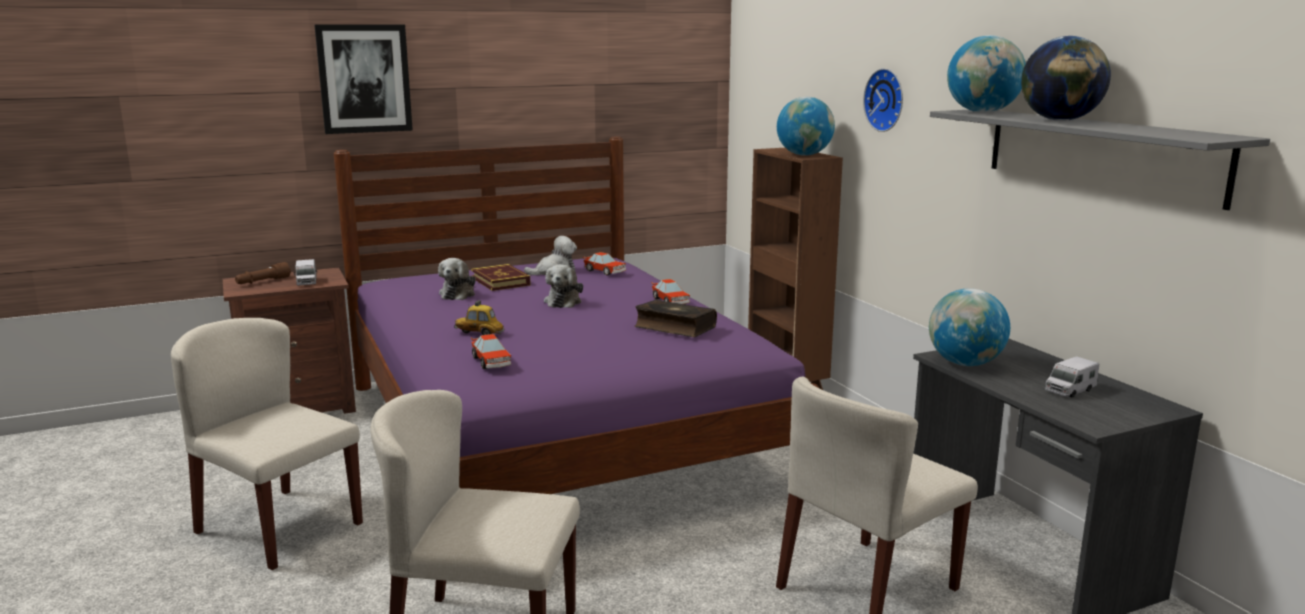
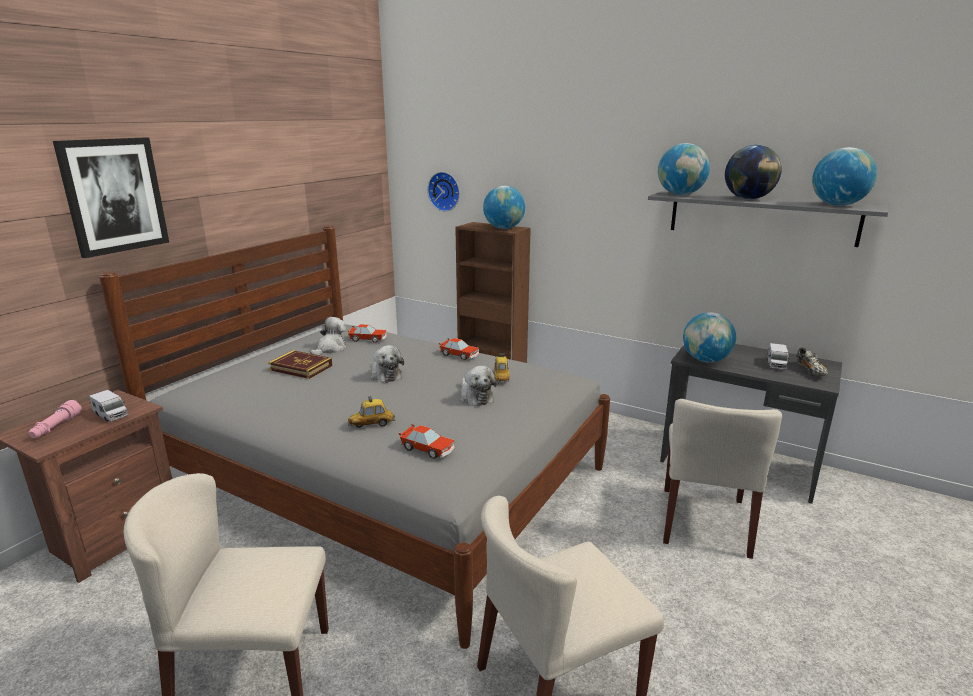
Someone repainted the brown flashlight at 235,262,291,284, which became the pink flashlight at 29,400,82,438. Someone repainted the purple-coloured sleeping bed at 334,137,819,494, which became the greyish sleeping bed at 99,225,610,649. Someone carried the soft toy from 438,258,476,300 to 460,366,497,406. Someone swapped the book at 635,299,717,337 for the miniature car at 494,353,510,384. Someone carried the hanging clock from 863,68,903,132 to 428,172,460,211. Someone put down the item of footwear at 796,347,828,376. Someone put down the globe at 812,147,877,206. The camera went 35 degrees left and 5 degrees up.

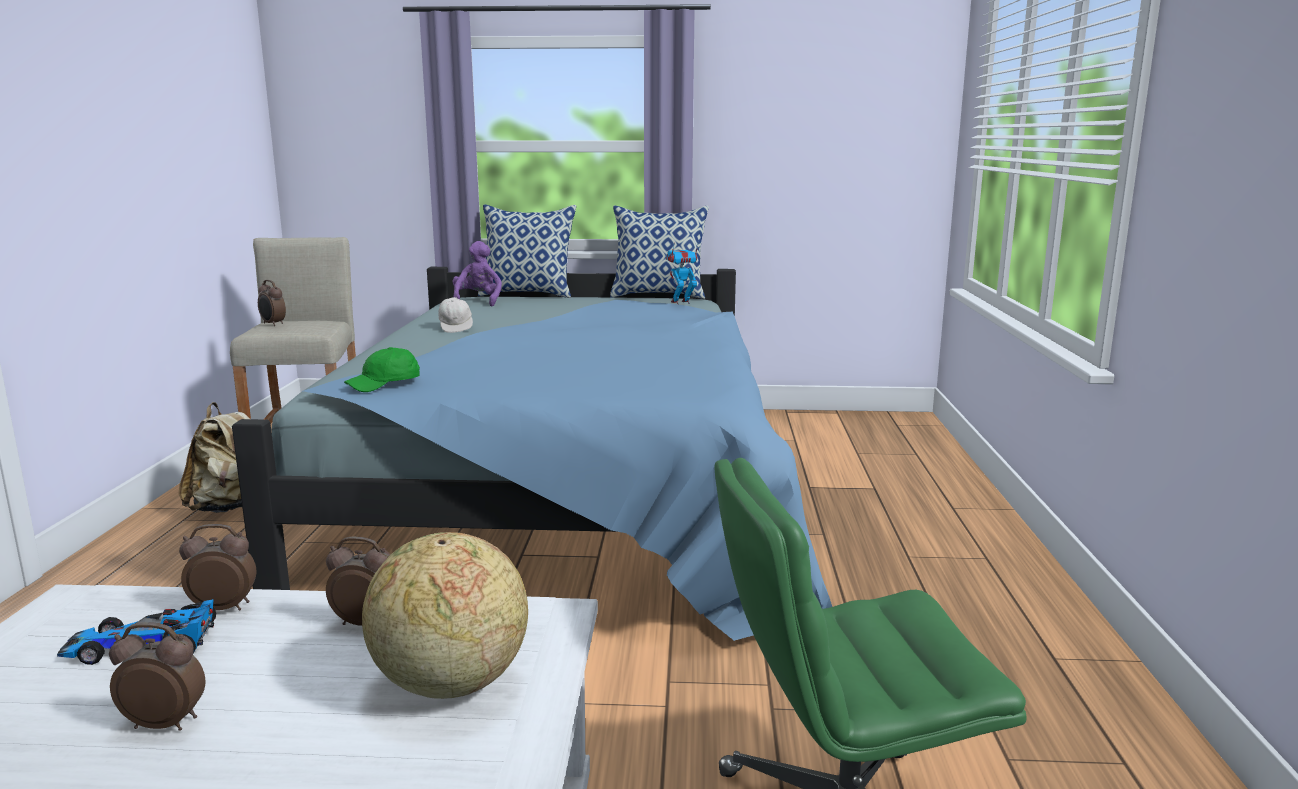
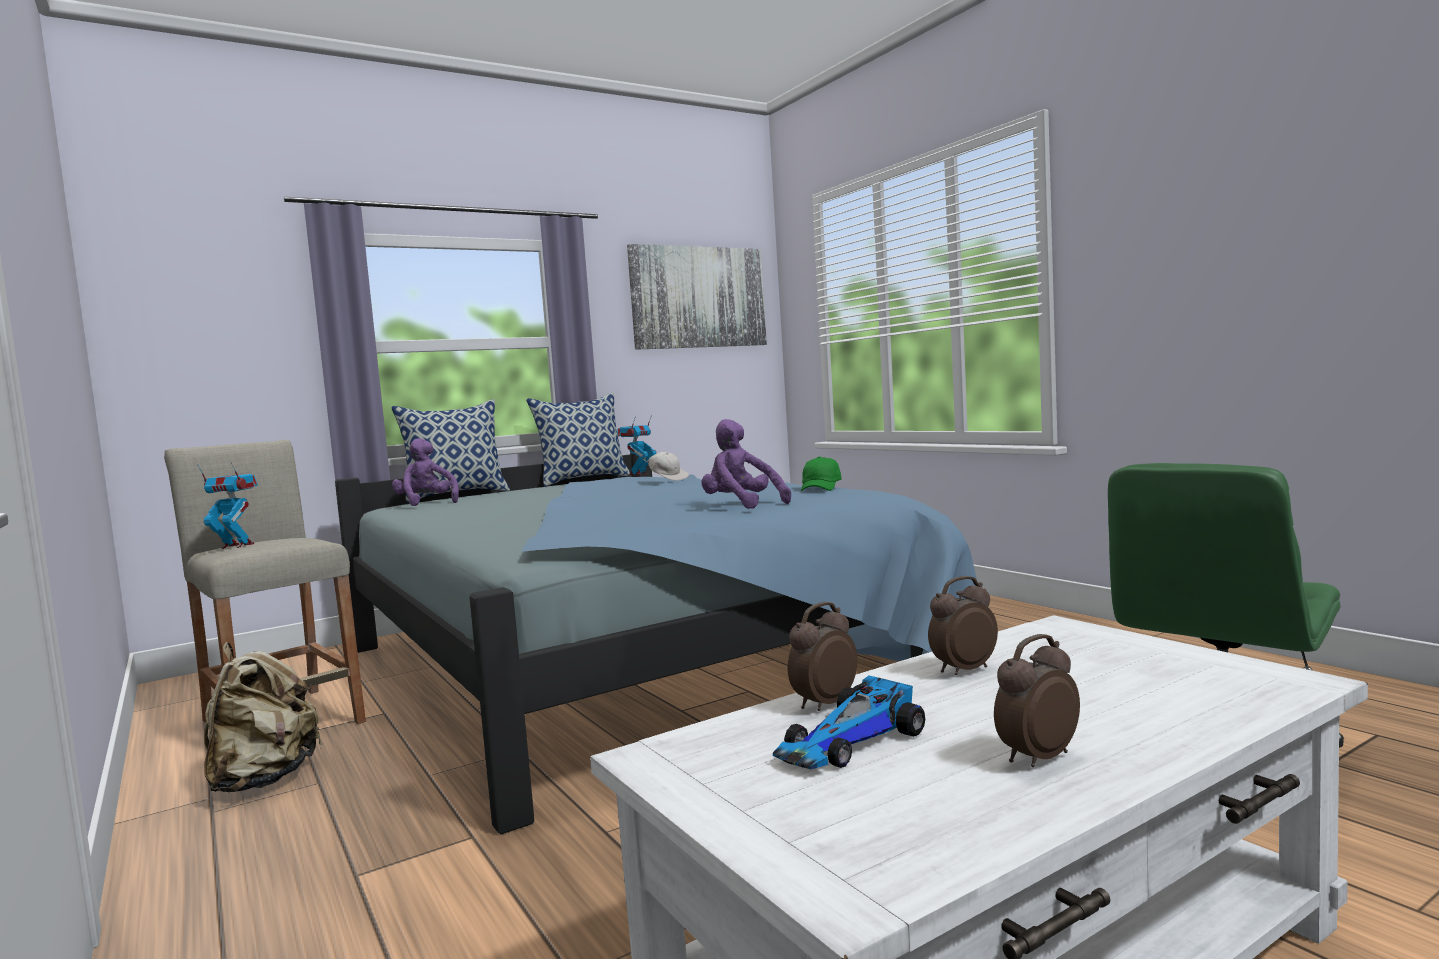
Someone swapped the table clock at 258,280,286,326 for the model robot at 197,462,258,549. Someone carried the greenish baseball cap from 344,347,420,392 to 801,457,841,491. Someone took away the globe at 362,532,528,699. Someone carried the white-coloured baseball cap from 438,297,473,333 to 644,452,689,481. Someone put up the wall picture at 627,244,767,350. Someone put down the purple-coloured soft toy at 701,419,791,509. The camera went 35 degrees left and 10 degrees down.

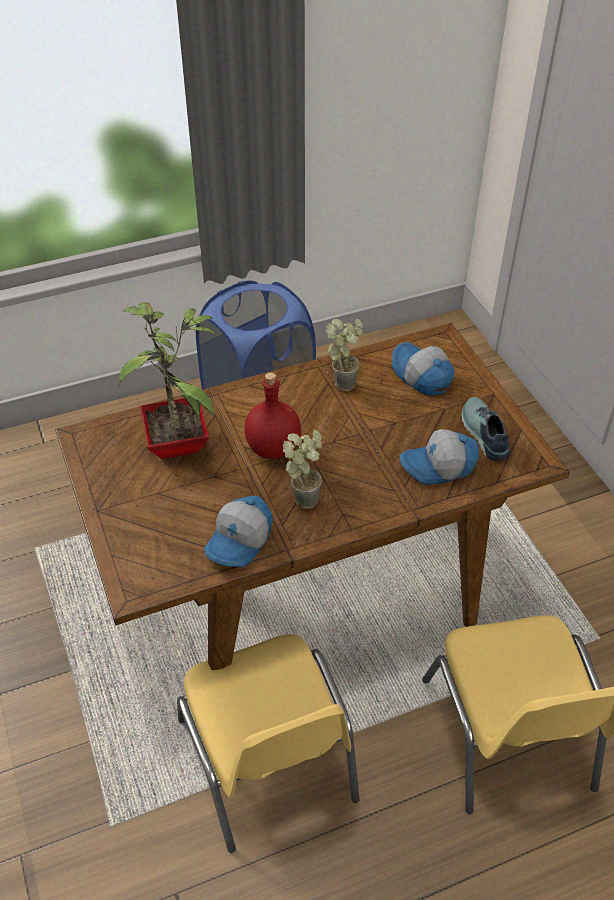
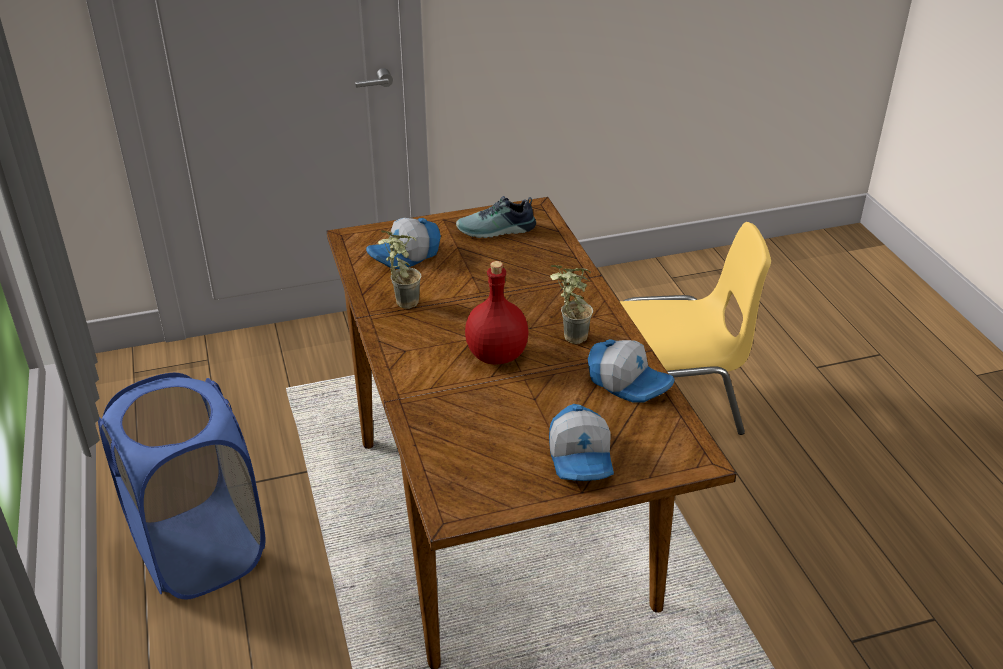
Someone took away the potted plant at 118,302,218,459. Someone took away the yellowish upright chair at 177,634,360,853. Someone carried the baseball cap from 399,429,479,485 to 549,404,614,481. The camera went 85 degrees left and 10 degrees down.

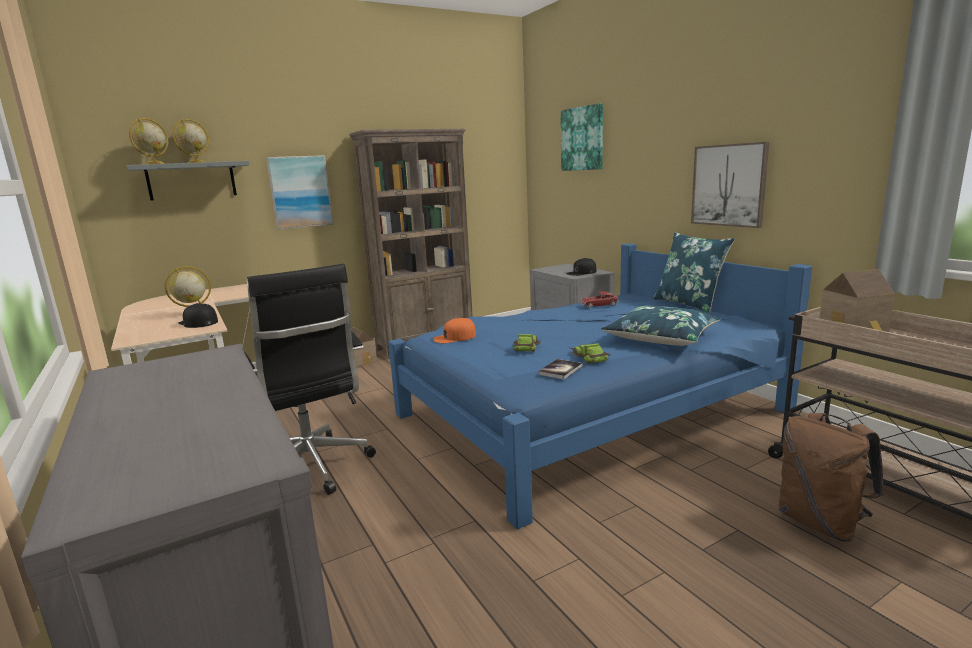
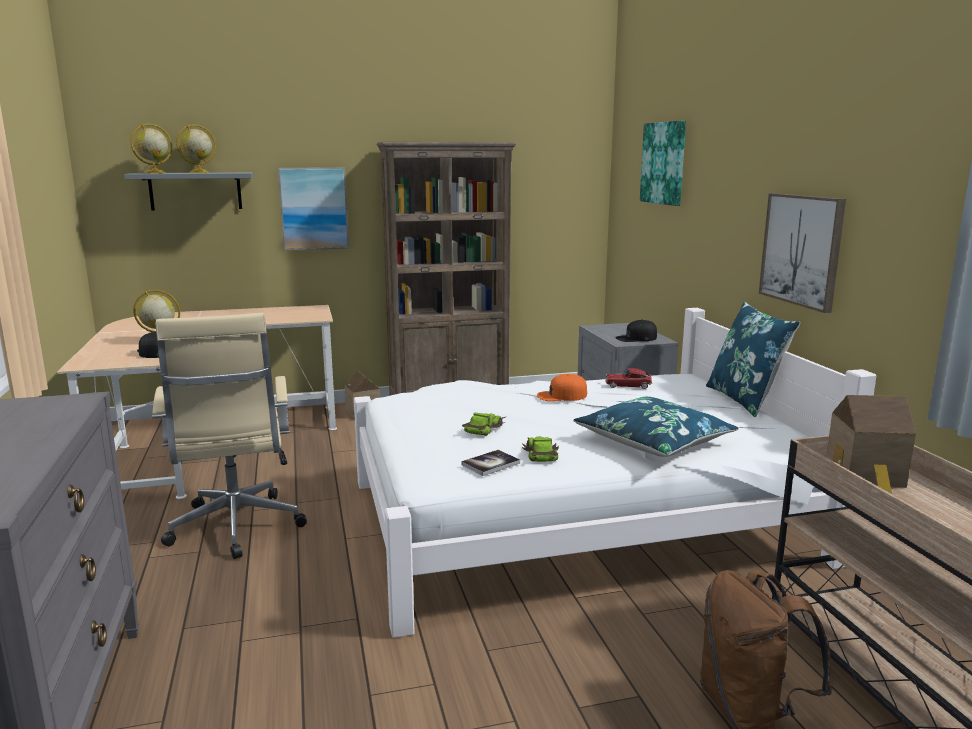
Someone repainted the black-coloured office chair at 244,264,376,495, which became the beige office chair at 152,313,307,559. Someone repainted the blue sleeping bed at 388,243,812,530, which became the white-coloured sleeping bed at 354,308,877,638. Someone carried the orange-coloured baseball cap from 433,318,476,343 to 537,374,587,401. The camera went 15 degrees right and 0 degrees up.

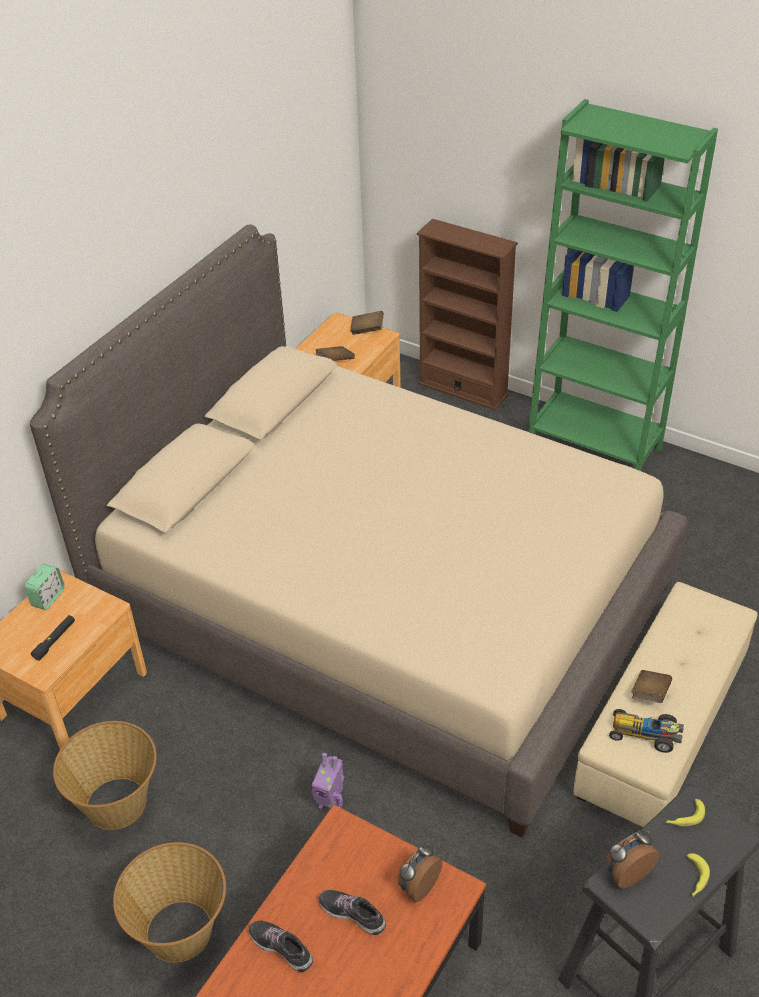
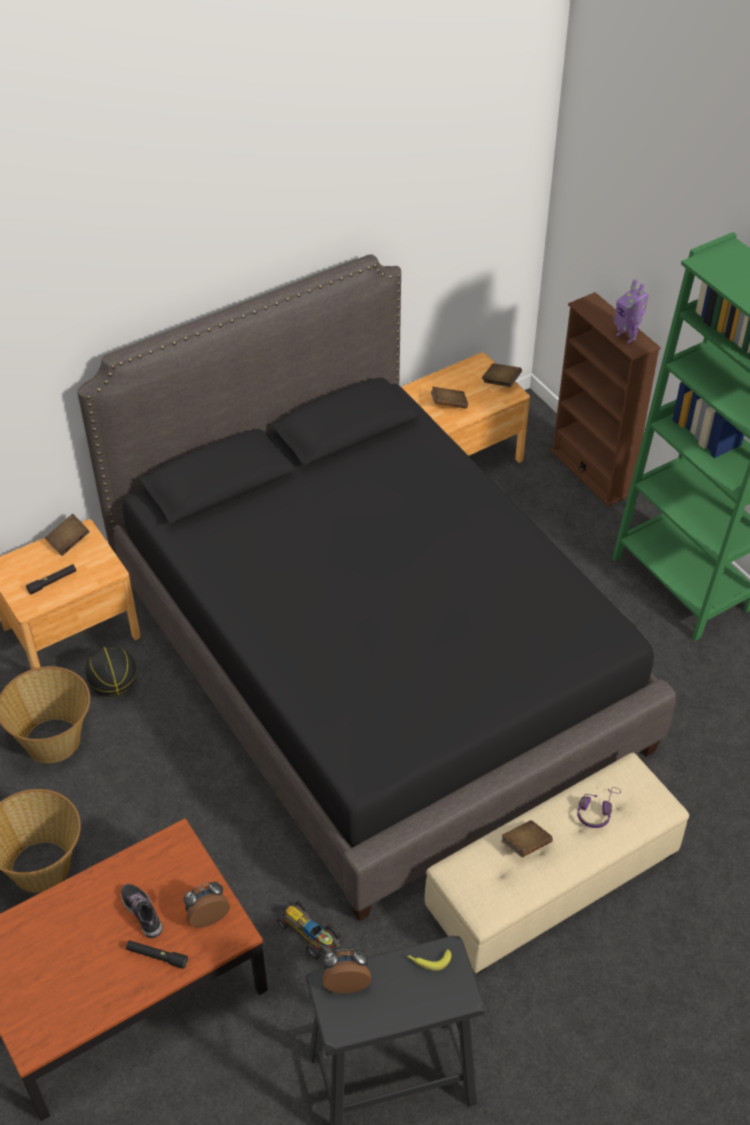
Someone swapped the table clock at 25,564,65,610 for the brown book at 45,514,90,556. Someone repainted the beige sleeping bed at 30,224,687,838, which became the black-coloured sleeping bed at 77,254,676,921. Someone took away the item of footwear at 249,921,313,972. Someone carried the model robot from 312,753,344,809 to 614,279,649,344. Someone carried the miniature car from 609,709,684,753 to 277,901,341,959. Someone took away the banana at 686,853,710,897. Someone put down the basketball ball at 85,646,137,697. Someone put down the black-coloured flashlight at 126,940,188,969. Someone put down the purple-coloured headphones at 577,787,621,828. The camera went 25 degrees right and 5 degrees up.

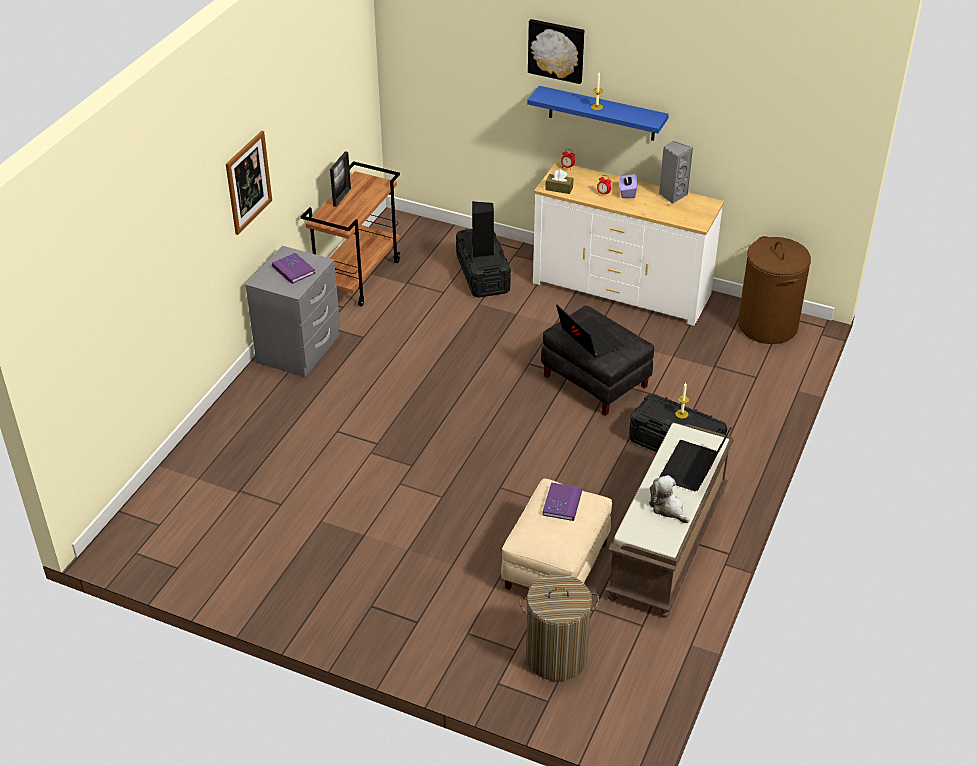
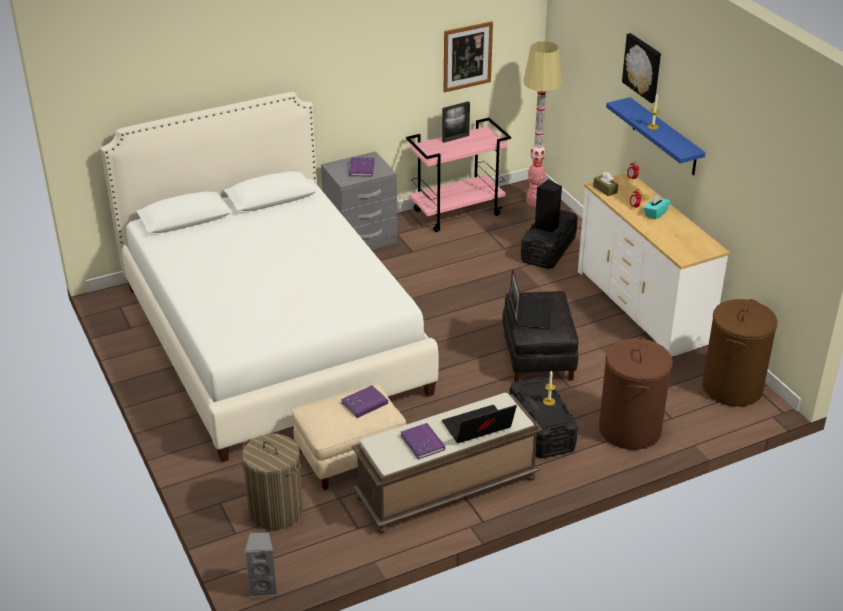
Someone carried the wall picture from 226,131,272,235 to 444,21,493,92. Someone repainted the brown cart at 301,161,401,307, which became the pink cart at 406,118,511,232. Someone repainted the purple-coloured box of tissues at 619,173,637,198, which became the turquoise box of tissues at 644,194,670,219. Someone swapped the soft toy at 649,475,689,523 for the purple-coloured book at 401,423,445,460. Someone carried the greyish speaker from 659,141,693,204 to 245,532,277,597. Someone put down the white-coloured sleeping bed at 101,92,439,462. Someone put down the floor lamp at 523,41,562,206. Someone put down the brown washing basket at 599,337,673,450. The camera went 40 degrees right and 5 degrees down.

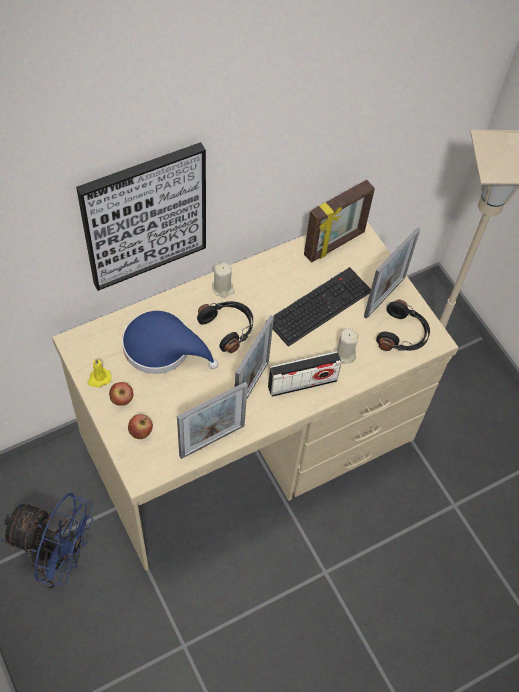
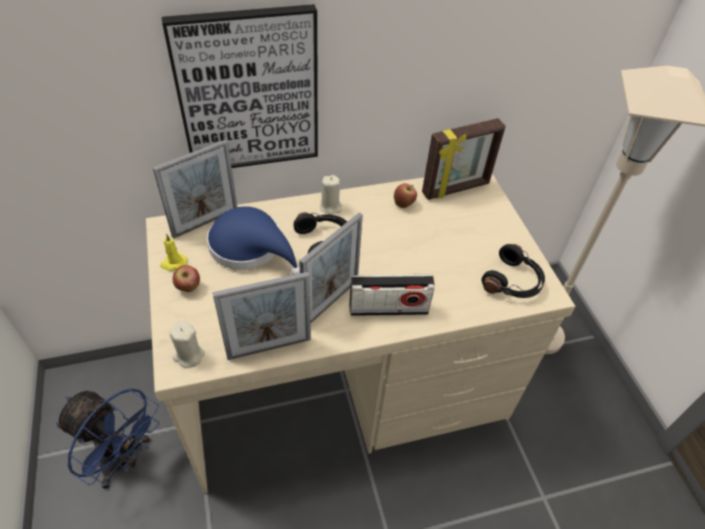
Someone carried the whole apple from 128,414,153,439 to 394,183,417,208. Someone took away the computer keyboard at 266,267,371,347. Someone carried the beige candle from 333,329,358,363 to 170,321,205,368. Someone carried the photo frame from 364,227,420,319 to 153,139,237,239. The camera went 15 degrees right and 10 degrees down.

